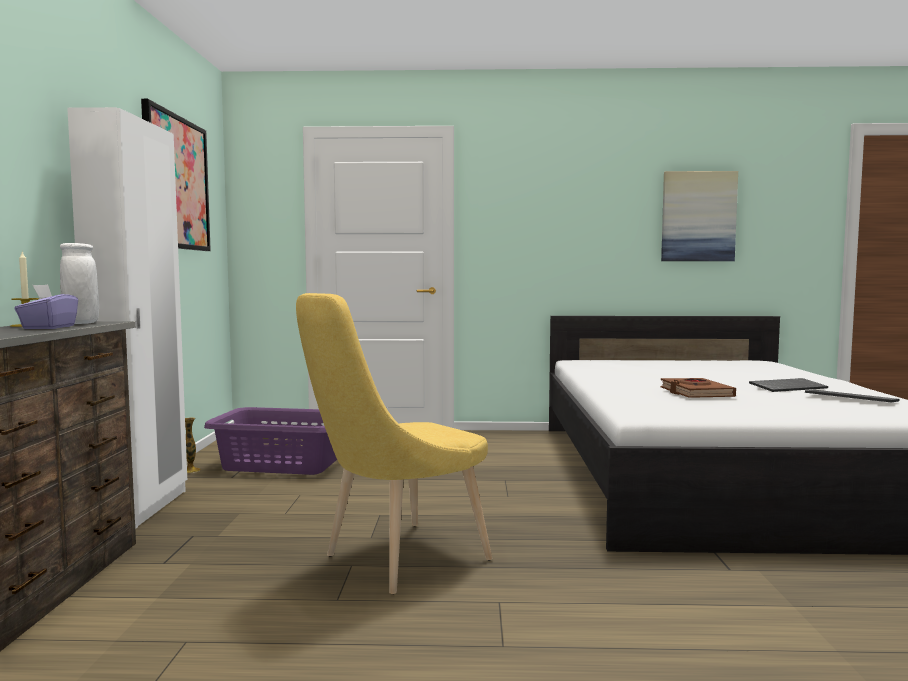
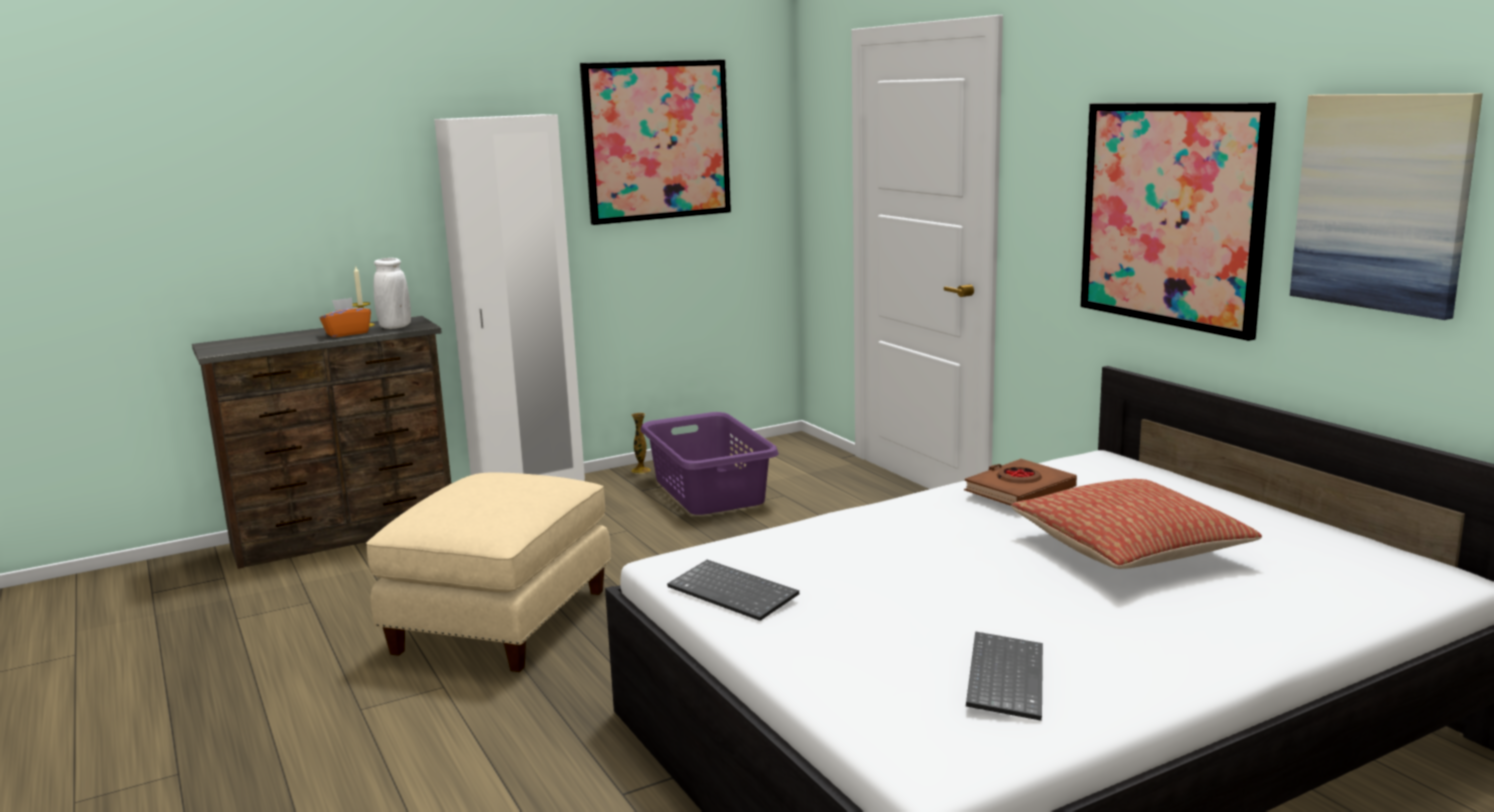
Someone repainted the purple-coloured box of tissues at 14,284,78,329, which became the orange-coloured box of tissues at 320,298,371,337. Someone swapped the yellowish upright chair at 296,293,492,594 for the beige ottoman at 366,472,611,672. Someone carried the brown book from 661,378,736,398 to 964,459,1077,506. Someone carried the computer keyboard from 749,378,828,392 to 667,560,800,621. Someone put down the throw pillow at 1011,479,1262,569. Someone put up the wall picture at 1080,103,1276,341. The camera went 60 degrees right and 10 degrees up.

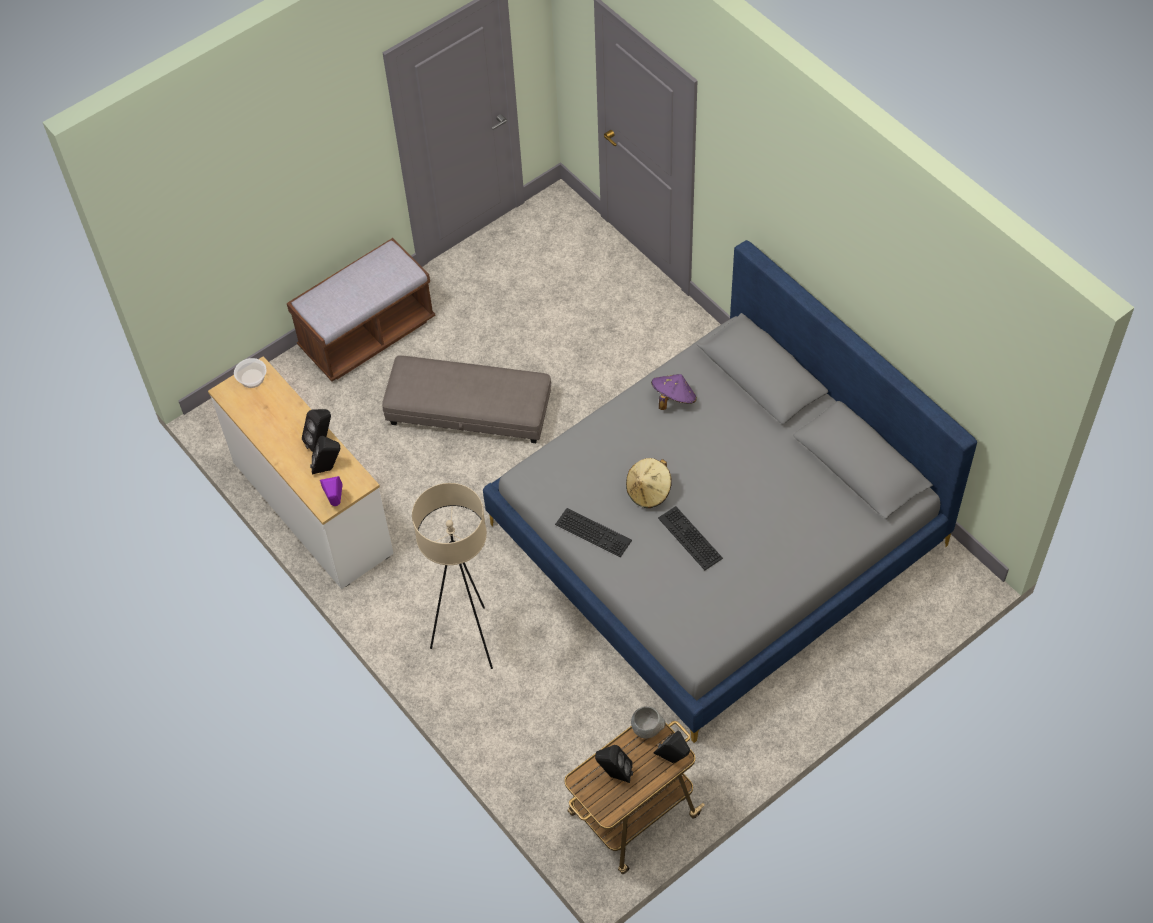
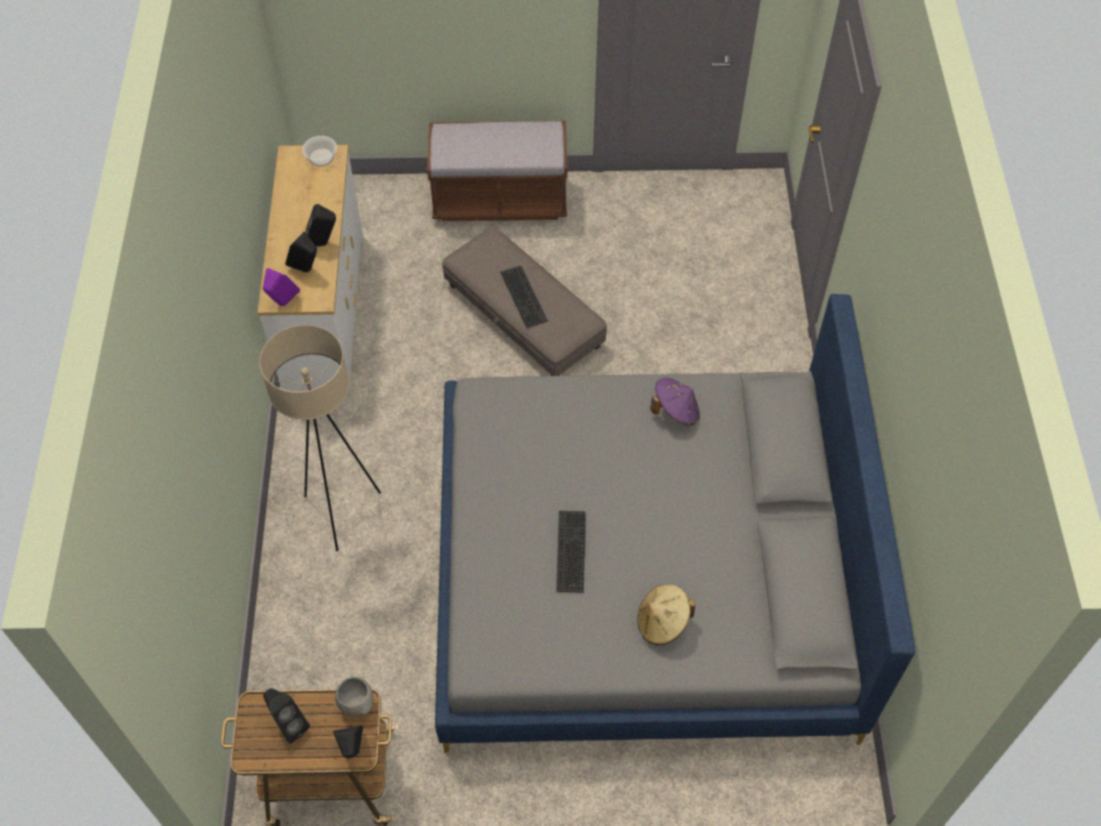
Someone carried the computer keyboard from 555,508,632,557 to 500,266,548,328. Someone carried the beige wearable hat from 626,458,672,508 to 637,584,695,645. The camera went 35 degrees right and 0 degrees up.

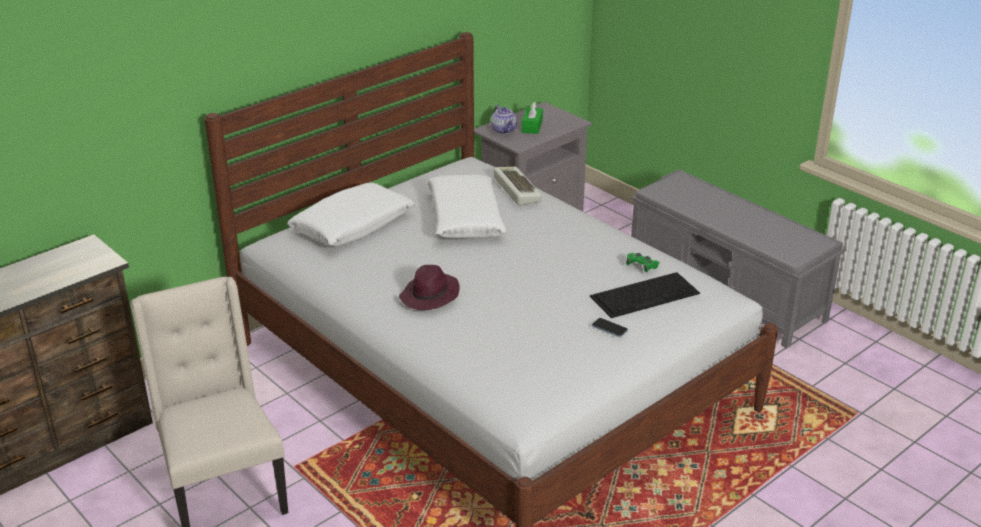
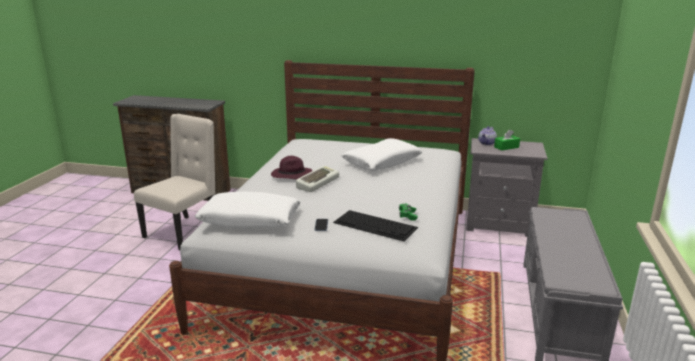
Someone carried the white-coloured throw pillow from 287,183,415,247 to 195,191,301,228. Someone carried the computer keyboard from 494,167,542,206 to 296,166,339,192. The camera went 55 degrees right and 10 degrees down.

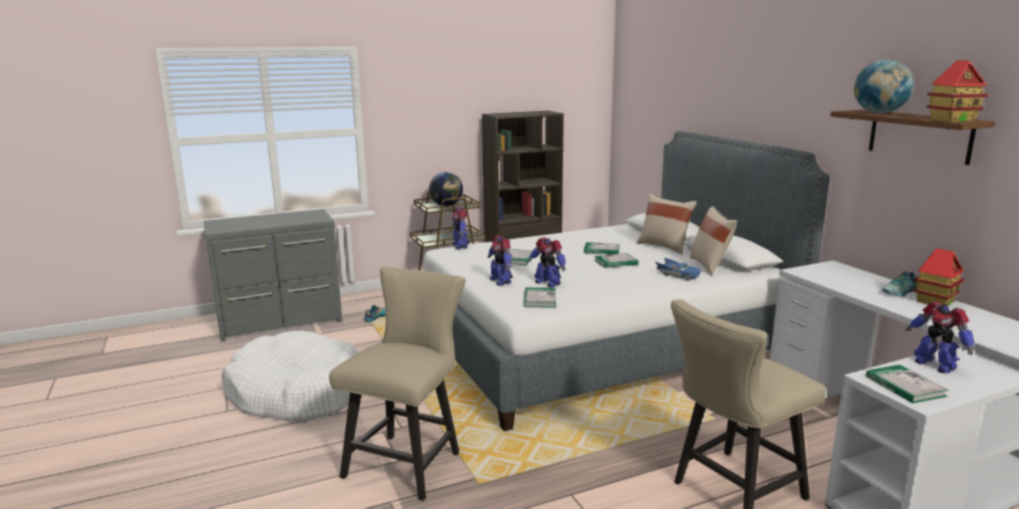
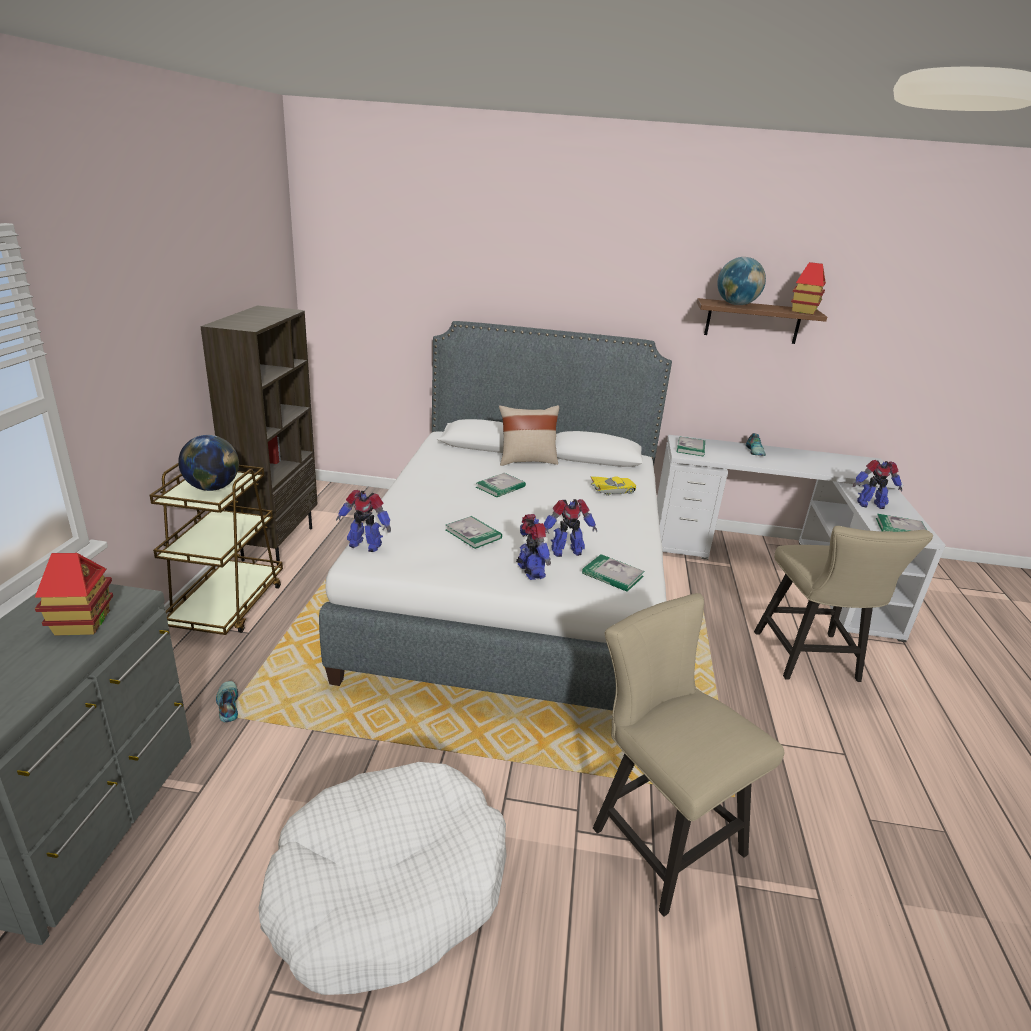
Someone rotated the model robot at 488,235,513,286 by 120 degrees counterclockwise. Someone carried the book from 594,253,638,268 to 677,436,705,456. Someone repainted the blue miniature car at 656,257,700,281, which became the yellowish miniature car at 590,476,636,496. Someone took away the beige throw pillow at 690,206,737,275. Someone carried the toy house from 914,248,964,306 to 35,553,113,636. The camera went 60 degrees left and 10 degrees up.

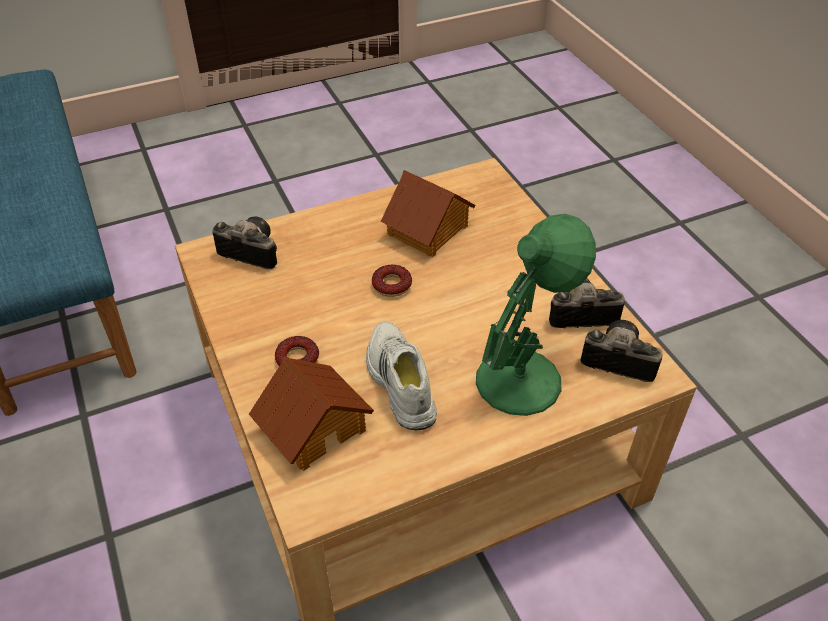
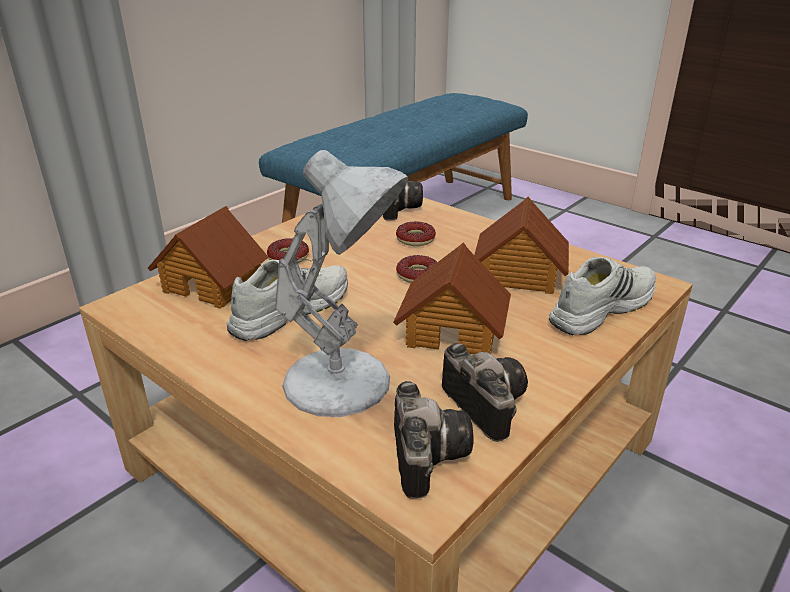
Someone repainted the greenish table lamp at 476,214,596,416, which became the white-coloured table lamp at 275,150,408,417. Someone put down the toy house at 393,243,511,354. Someone put down the doughnut at 396,222,436,246. Someone put down the white-coloured item of footwear at 549,257,656,335. The camera went 65 degrees right and 15 degrees down.

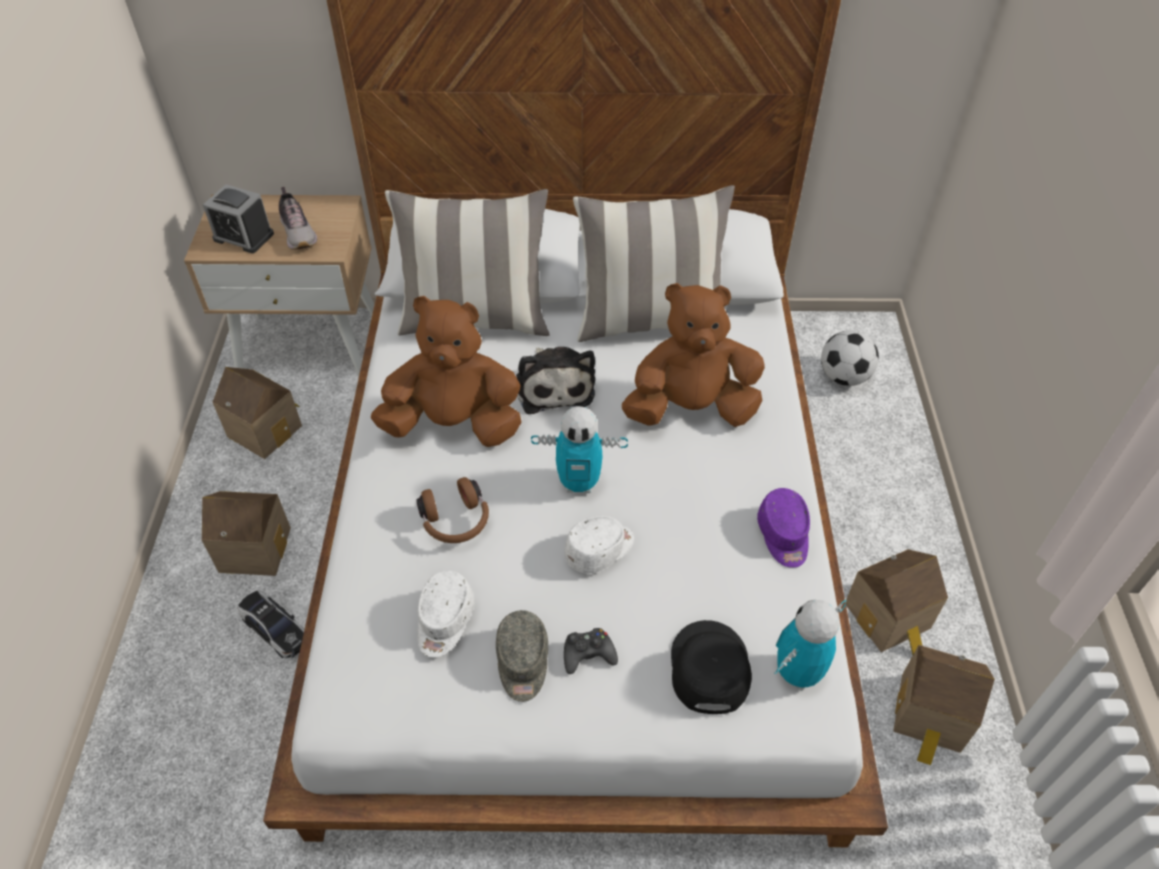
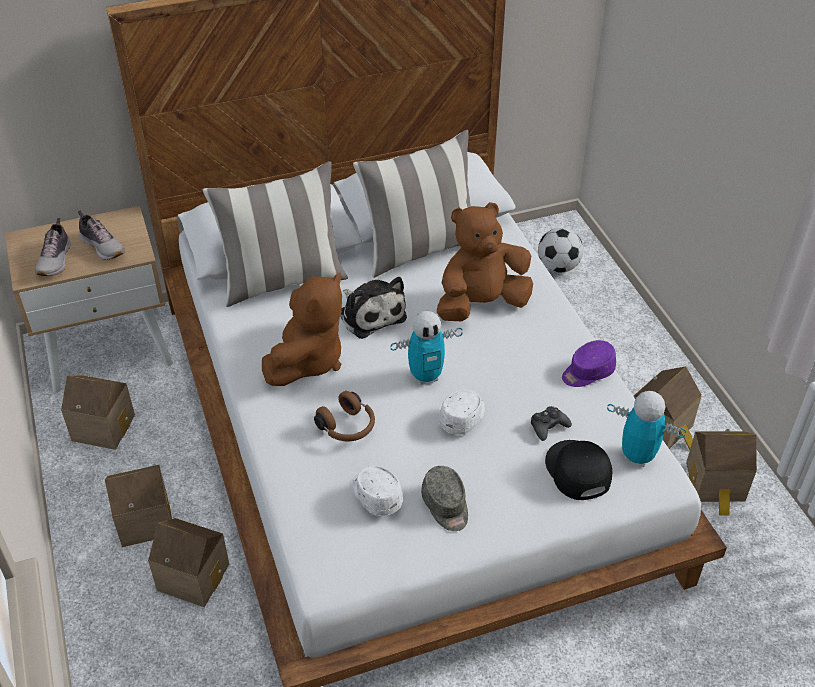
Someone swapped the table clock at 203,184,274,253 for the item of footwear at 35,218,71,276. Someone swapped the miniature car at 237,591,305,658 for the toy house at 148,518,229,607. Someone rotated the brown soft toy at 371,296,522,447 by 135 degrees clockwise. Someone rotated the white-coloured baseball cap at 417,570,475,657 by 150 degrees clockwise. Someone carried the black-coloured game controller from 564,628,618,674 to 531,406,572,441. Someone rotated the purple-coloured baseball cap at 757,488,810,568 by 90 degrees clockwise. Someone rotated the model robot at 774,600,846,691 by 90 degrees clockwise. The camera went 20 degrees left and 5 degrees down.

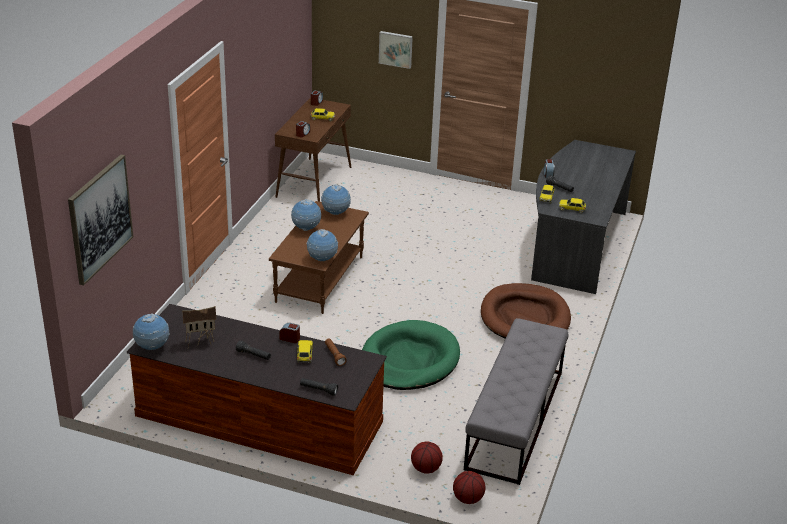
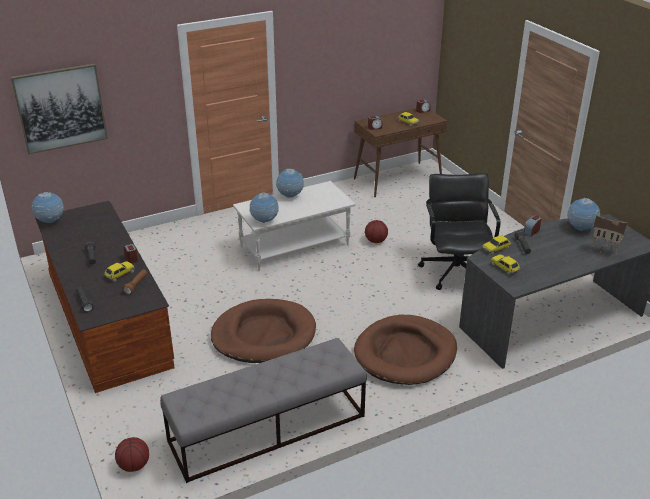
Someone carried the toy house from 182,306,217,347 to 591,215,628,256. Someone repainted the brown coffee table at 269,201,369,314, which became the white-coloured coffee table at 233,181,356,270. Someone carried the globe from 321,184,351,215 to 567,198,600,231. Someone repainted the greenish dog bed at 362,320,460,390, which became the brown dog bed at 211,299,316,363. Someone took away the wall picture at 379,31,413,69. Someone carried the basketball ball from 411,441,443,474 to 365,220,388,243. Someone put down the black-coloured office chair at 418,173,501,290. The camera went 45 degrees right and 0 degrees up.

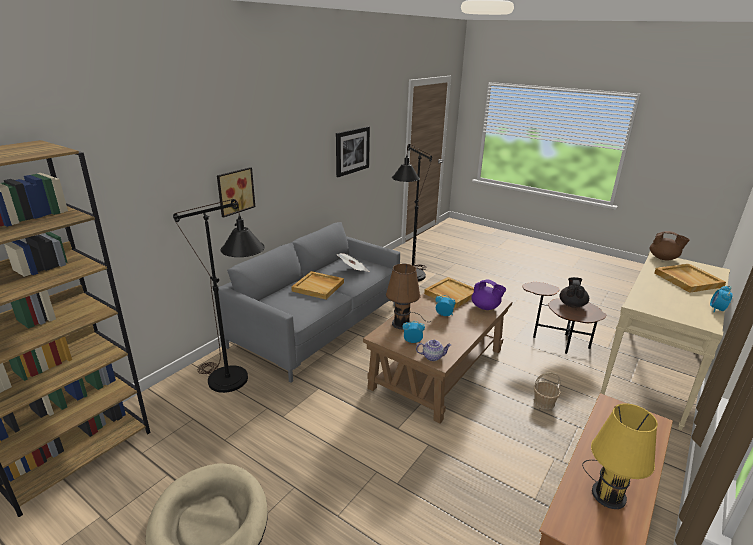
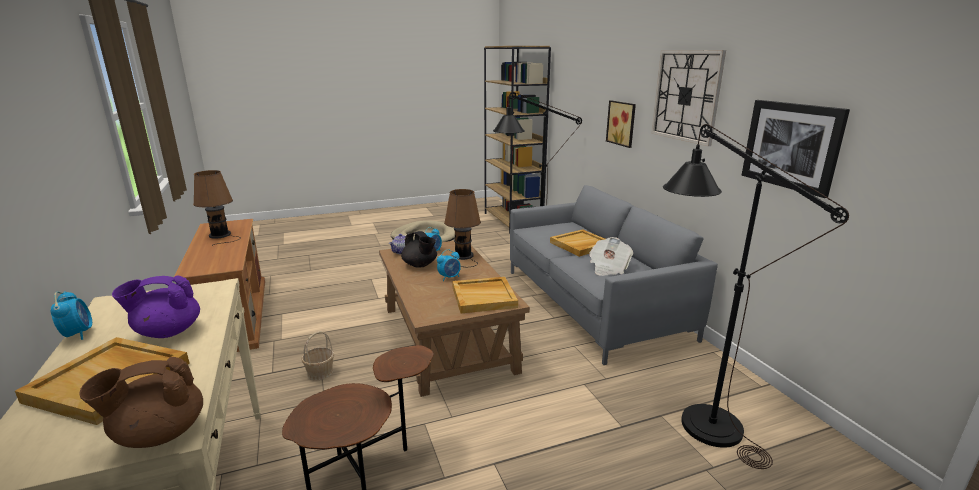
Someone carried the purple-coloured tea pot from 471,279,506,310 to 112,276,200,338. Someone carried the black-coloured tea pot from 560,277,589,308 to 401,231,437,268. Someone repainted the yellowish table lamp at 582,403,658,509, which became the brown table lamp at 193,170,241,247. Someone put up the hanging clock at 651,50,726,146. The camera went 125 degrees right and 5 degrees down.

